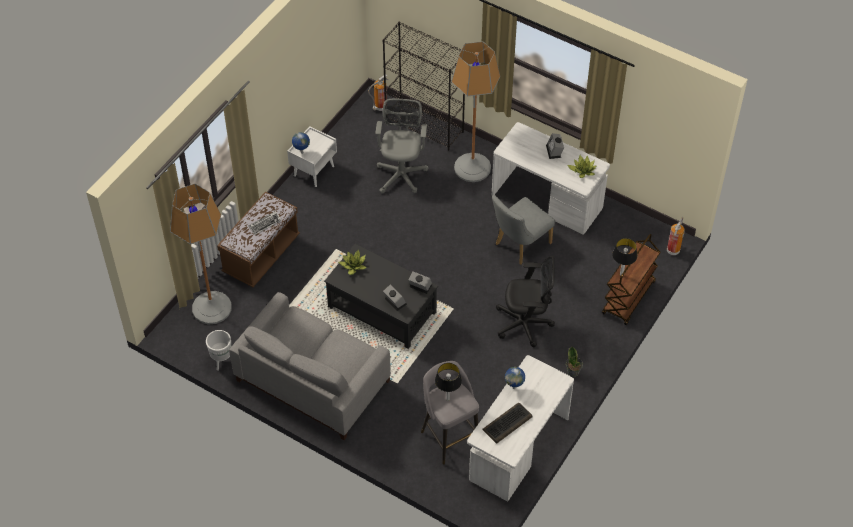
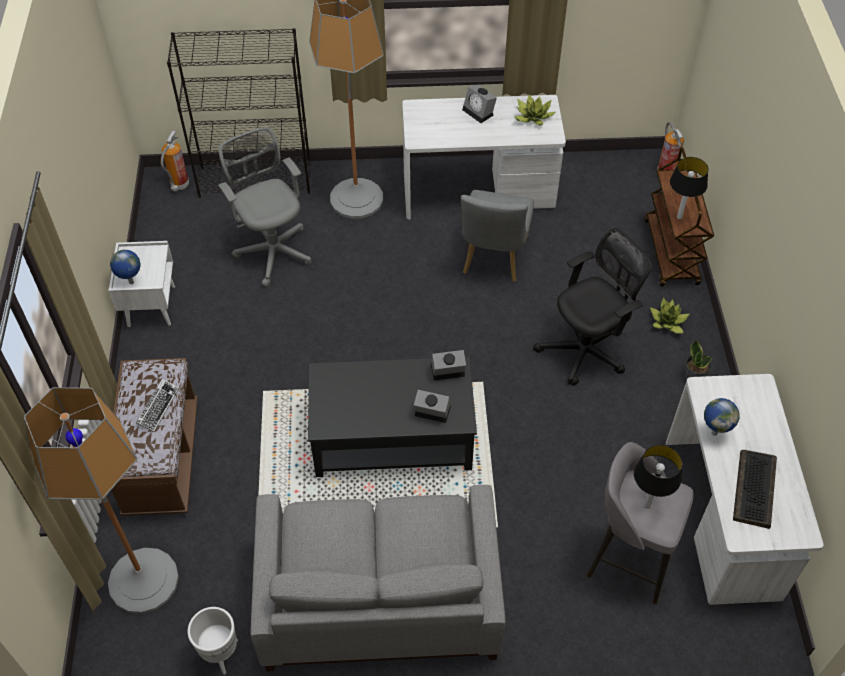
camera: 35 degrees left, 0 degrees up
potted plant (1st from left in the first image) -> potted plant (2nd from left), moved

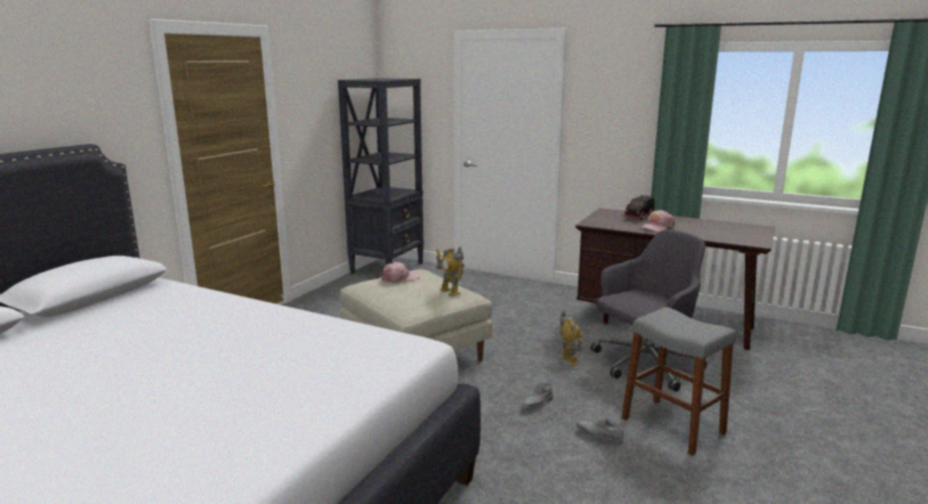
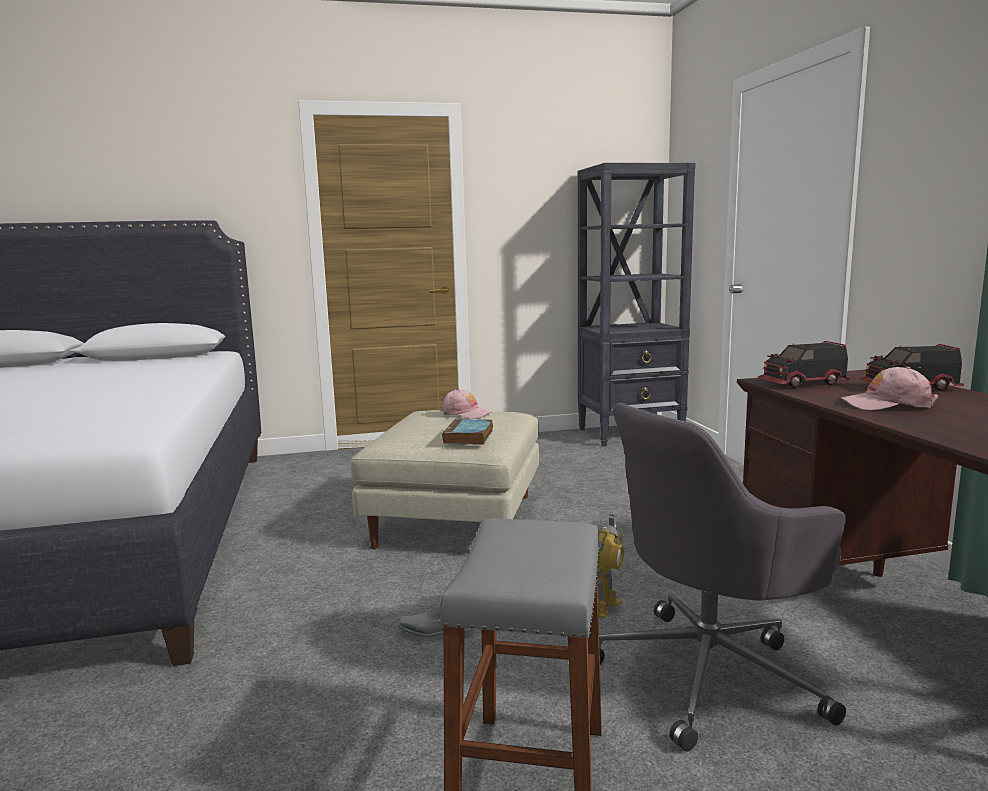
camera: 50 degrees right, 5 degrees down
grey office chair, 135 degrees clockwise
toy robot (1st from left) -> book
grey shoe (2nd from left) -> none
none -> toy truck (1st from left)

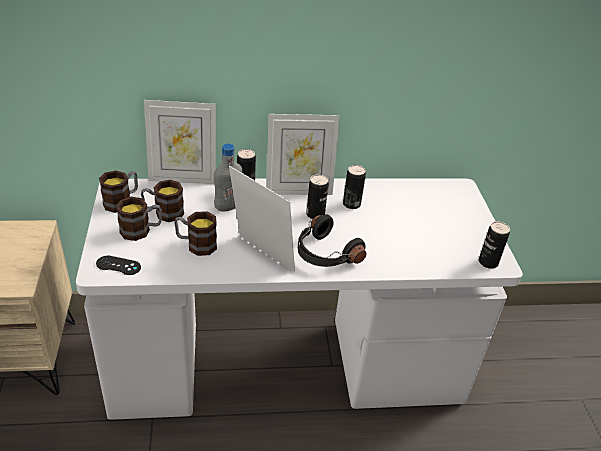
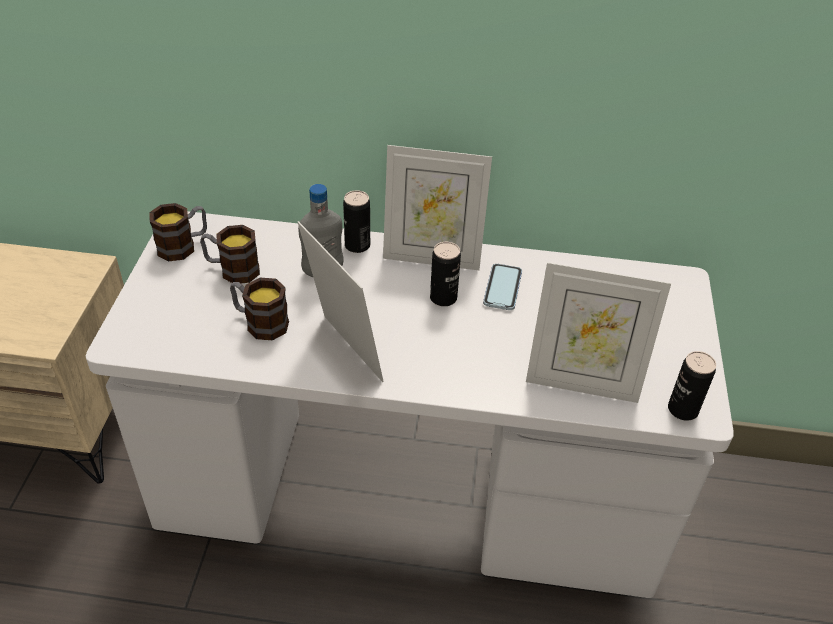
camera: 15 degrees right, 5 degrees up
picture frame (1st from left in the first image) -> picture frame (3rd from left), moved
can (3rd from left) -> phone
mug (2nd from left) -> none
black headphones -> none
black game controller -> none

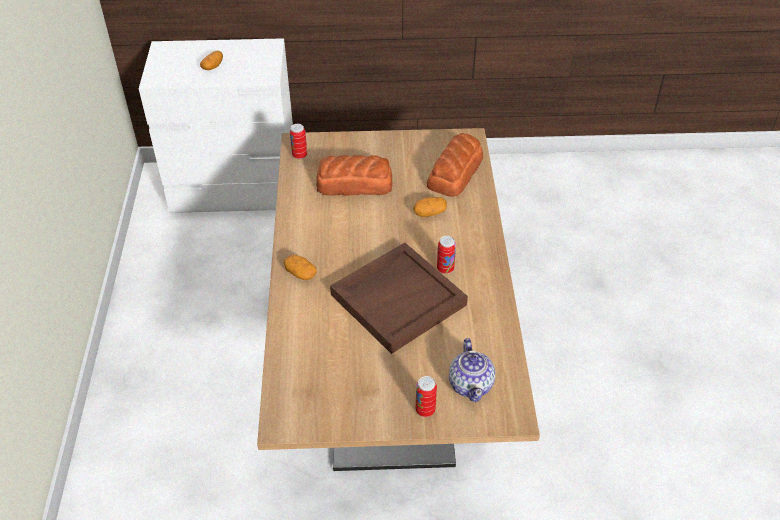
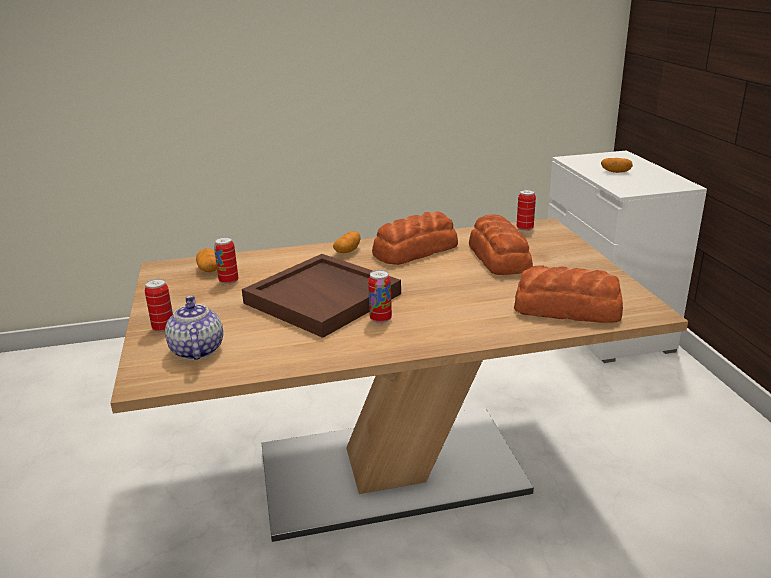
camera: 80 degrees right, 20 degrees down
potato (3rd from left in the first image) -> potato (1st from left), moved
teapot, 90 degrees clockwise
none -> bread (1st from left)
none -> can (2nd from left)

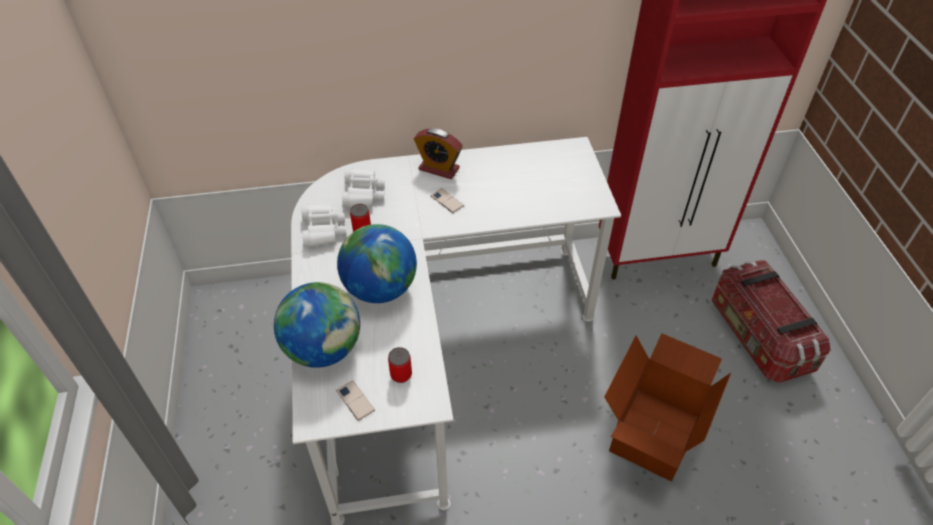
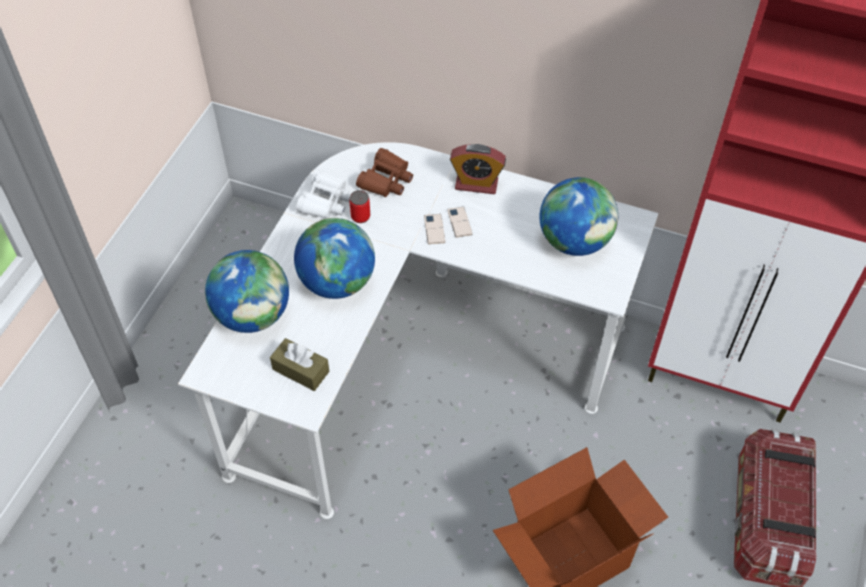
camera: 30 degrees right, 5 degrees up
alarm clock, 45 degrees counterclockwise
white binoculars (2nd from left) -> brown binoculars
can (2nd from left) -> brown tissue box
phone (1st from left), moved
none -> globe (3rd from left)

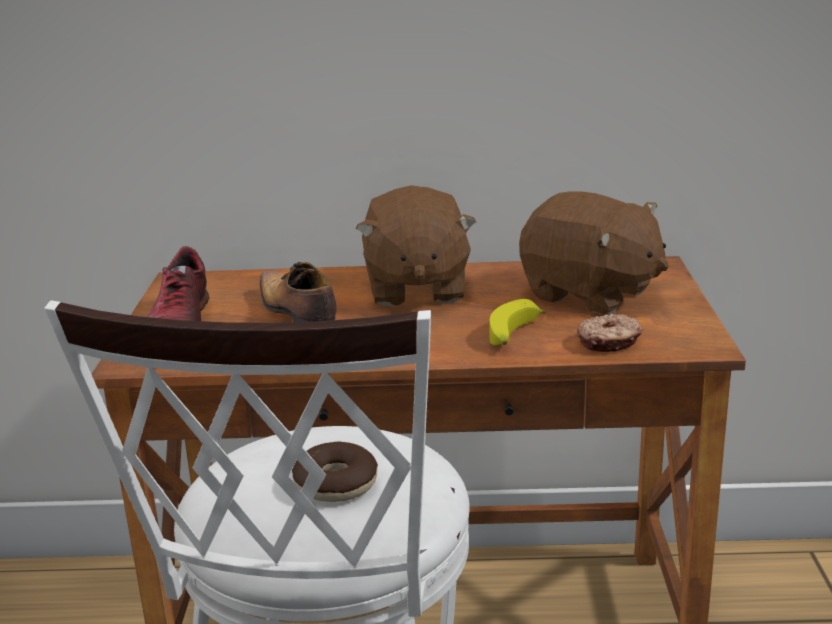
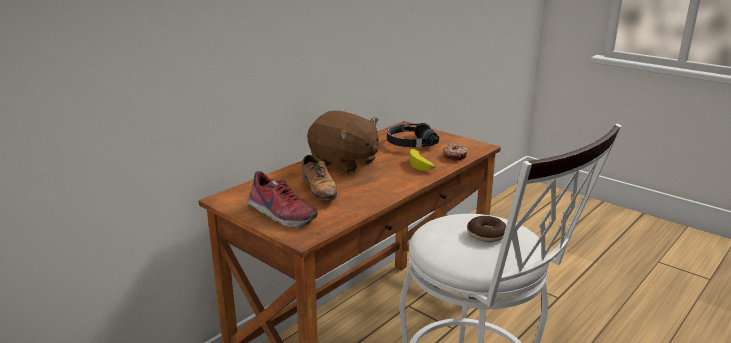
camera: 50 degrees left, 0 degrees up
brown plush toy (2nd from left) -> black headphones
shoe (2nd from left), 120 degrees counterclockwise

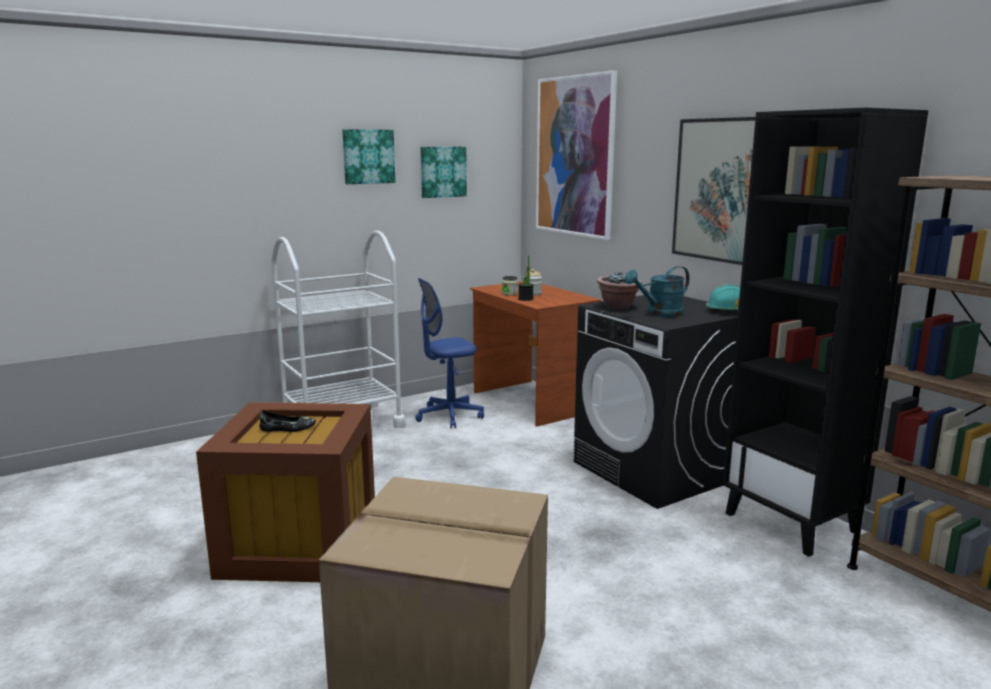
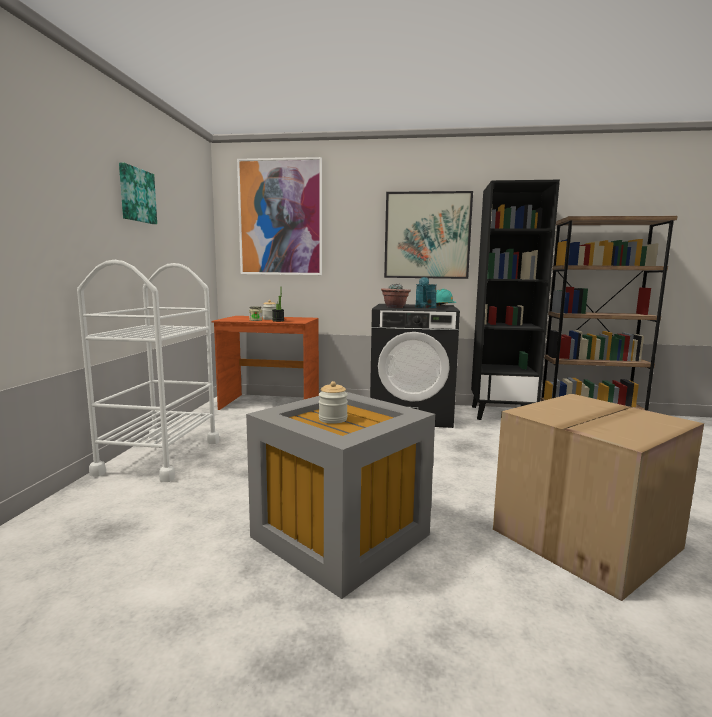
camera: 50 degrees left, 5 degrees down
picture (2nd from left) -> none
blue office chair -> none
brown storage box -> grey storage box
black shoe -> jar (3rd from left)

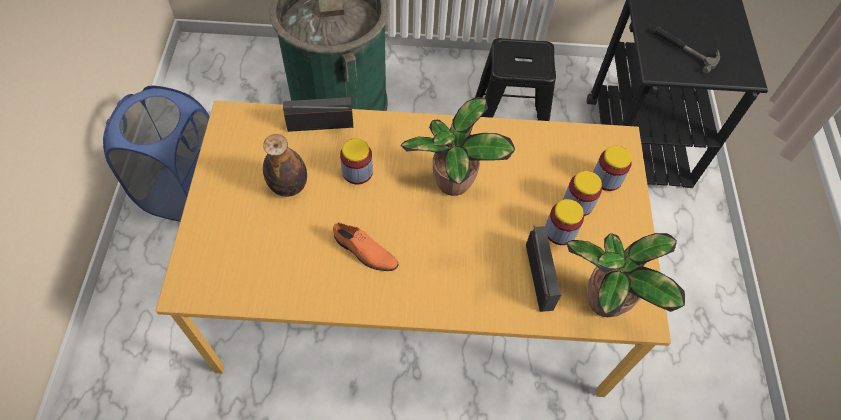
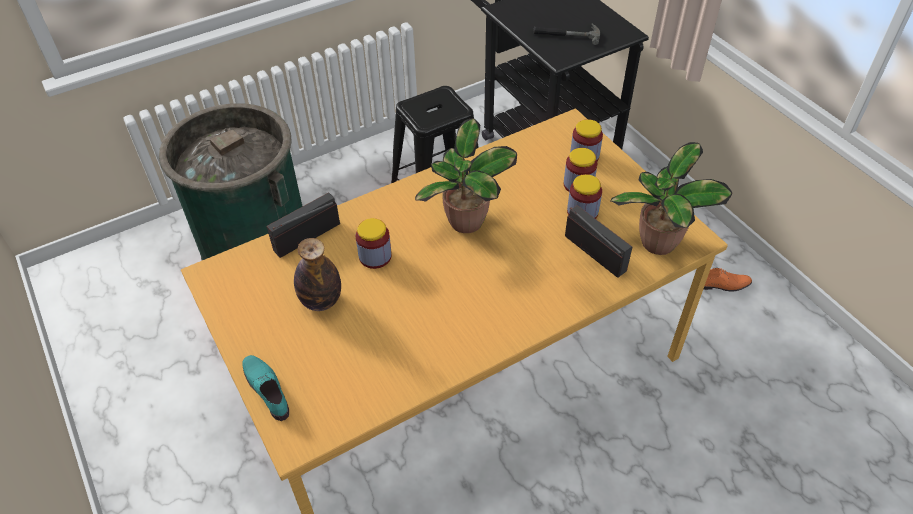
camera: 30 degrees left, 10 degrees down
blue laundry basket -> none
orange shoe, moved
none -> turquoise shoe

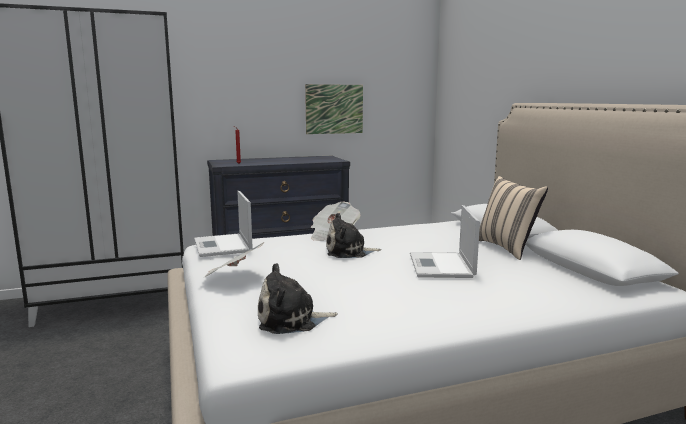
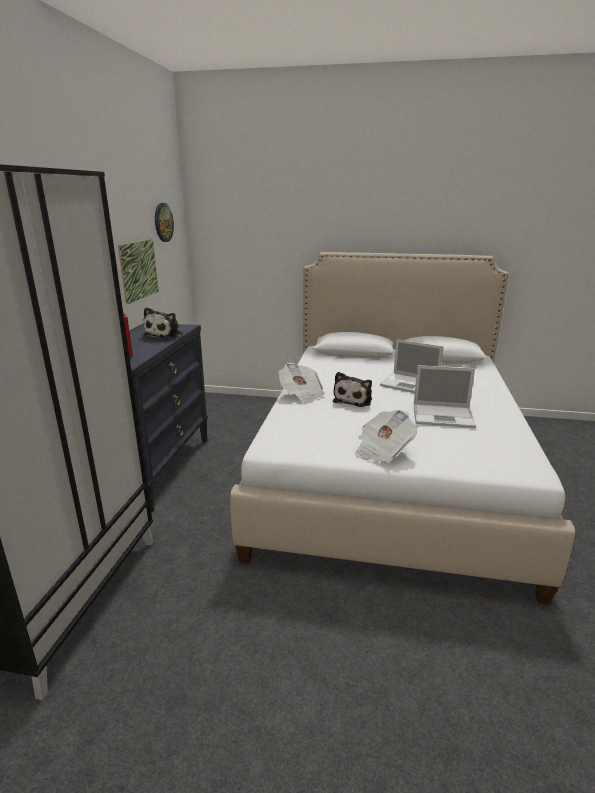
camera: 60 degrees left, 10 degrees up
beige pillow -> none
laptop (1st from left in the first image) -> laptop (2nd from left), moved
plush toy (1st from left), moved
none -> wall clock

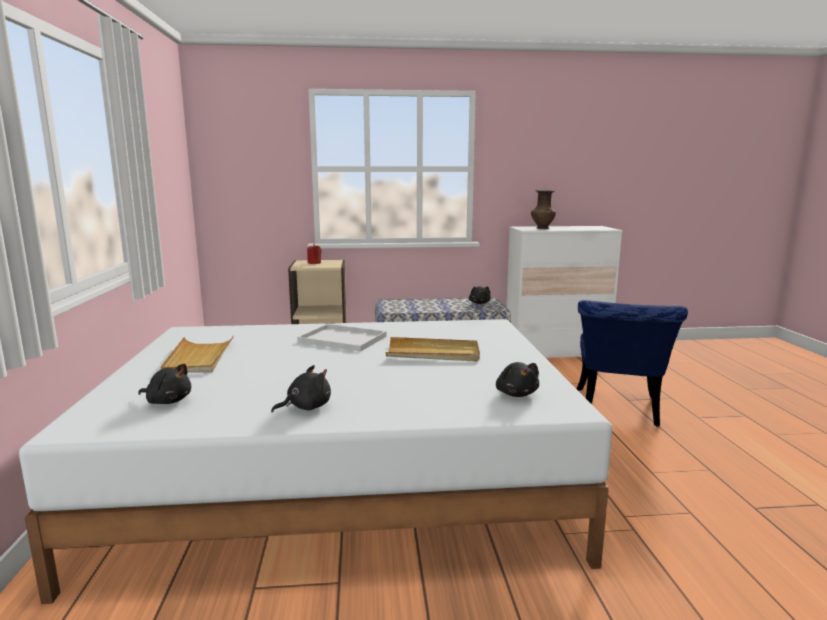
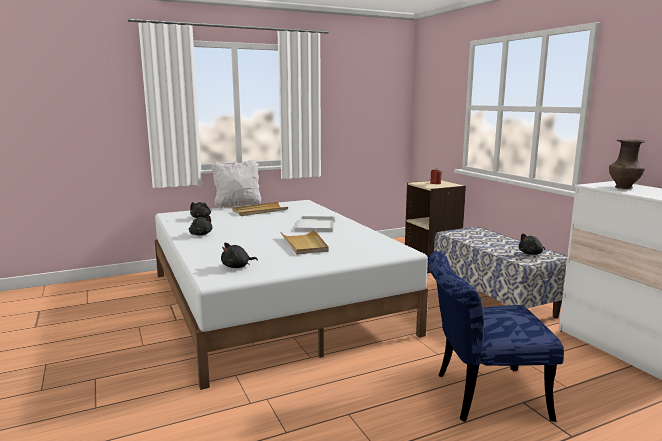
camera: 70 degrees right, 0 degrees up
none -> white pillow

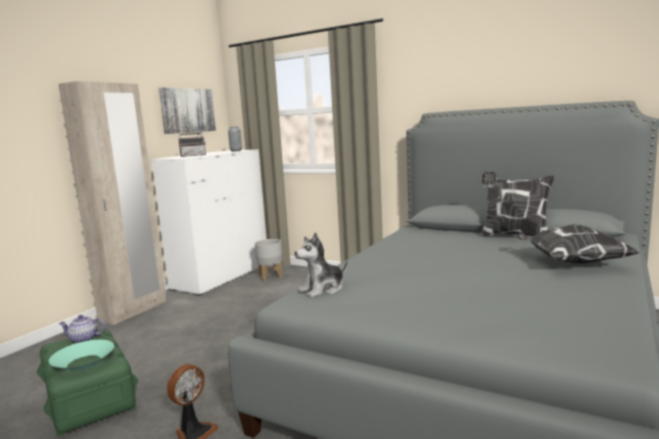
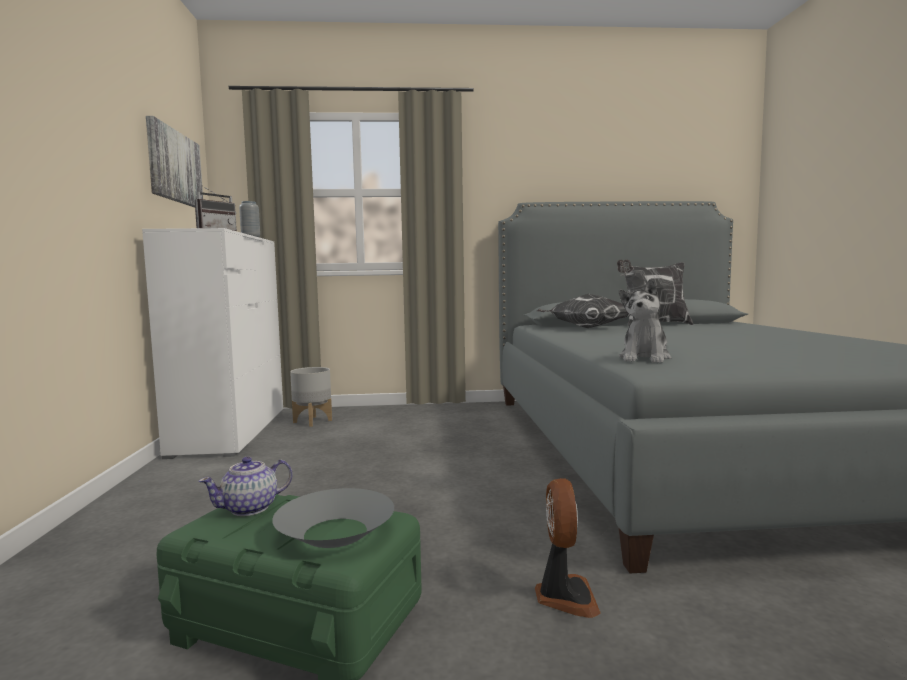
camera: 35 degrees left, 5 degrees down
beige wardrobe -> none
pillow (2nd from left in the first image) -> pillow (1st from left), moved
turquoise bowl -> grey bowl

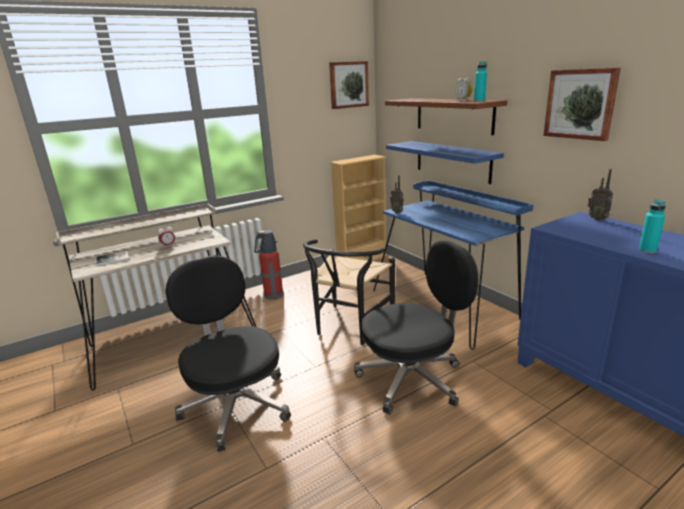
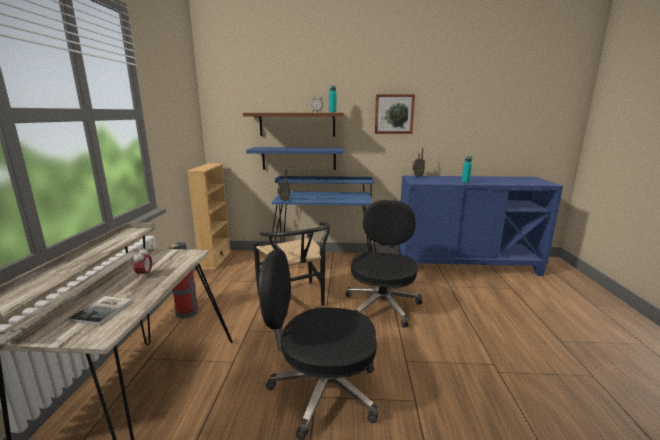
camera: 55 degrees left, 5 degrees down
picture (1st from left) -> none

